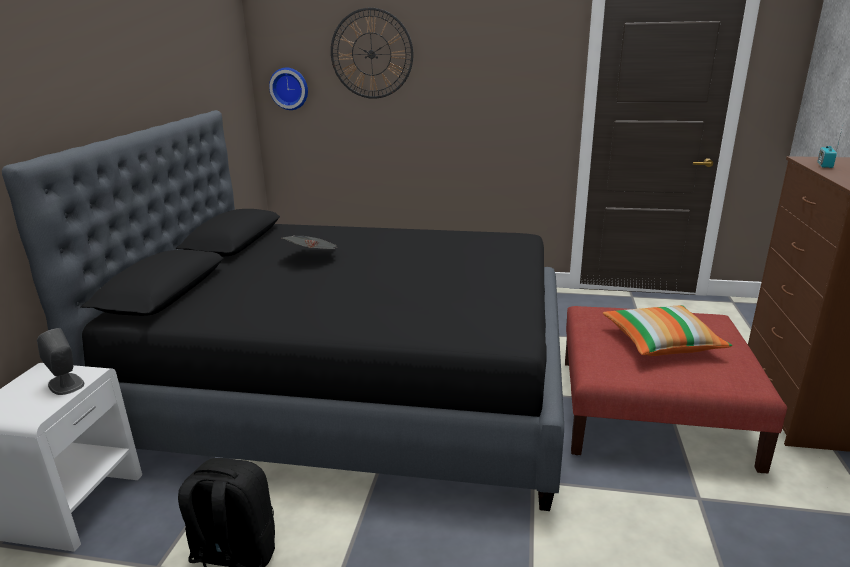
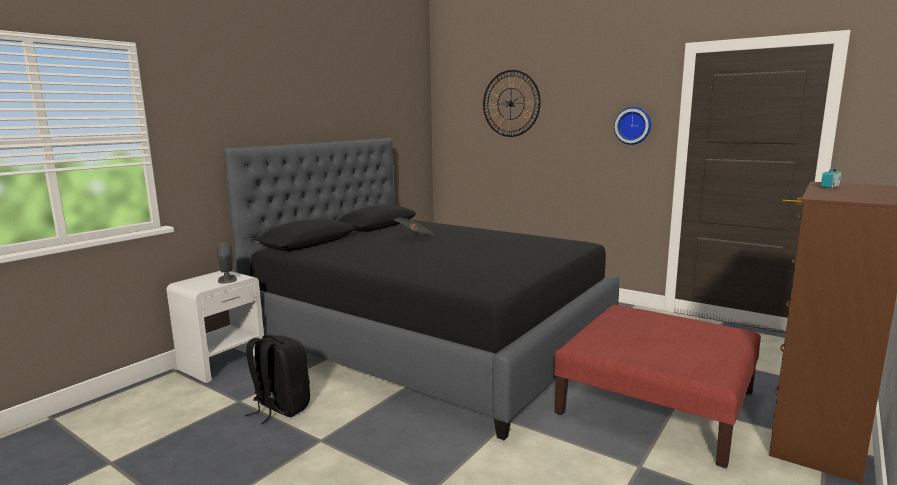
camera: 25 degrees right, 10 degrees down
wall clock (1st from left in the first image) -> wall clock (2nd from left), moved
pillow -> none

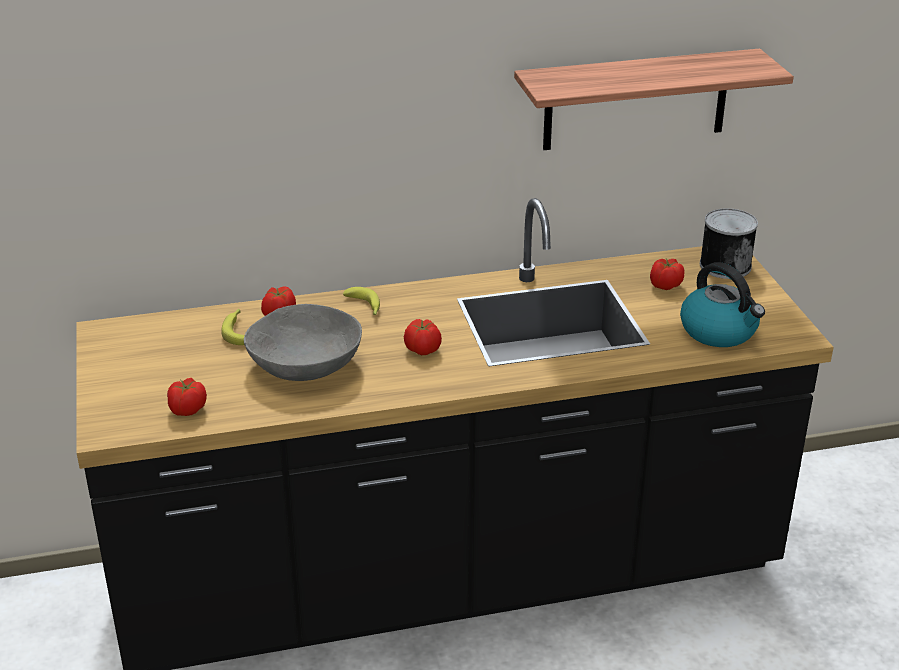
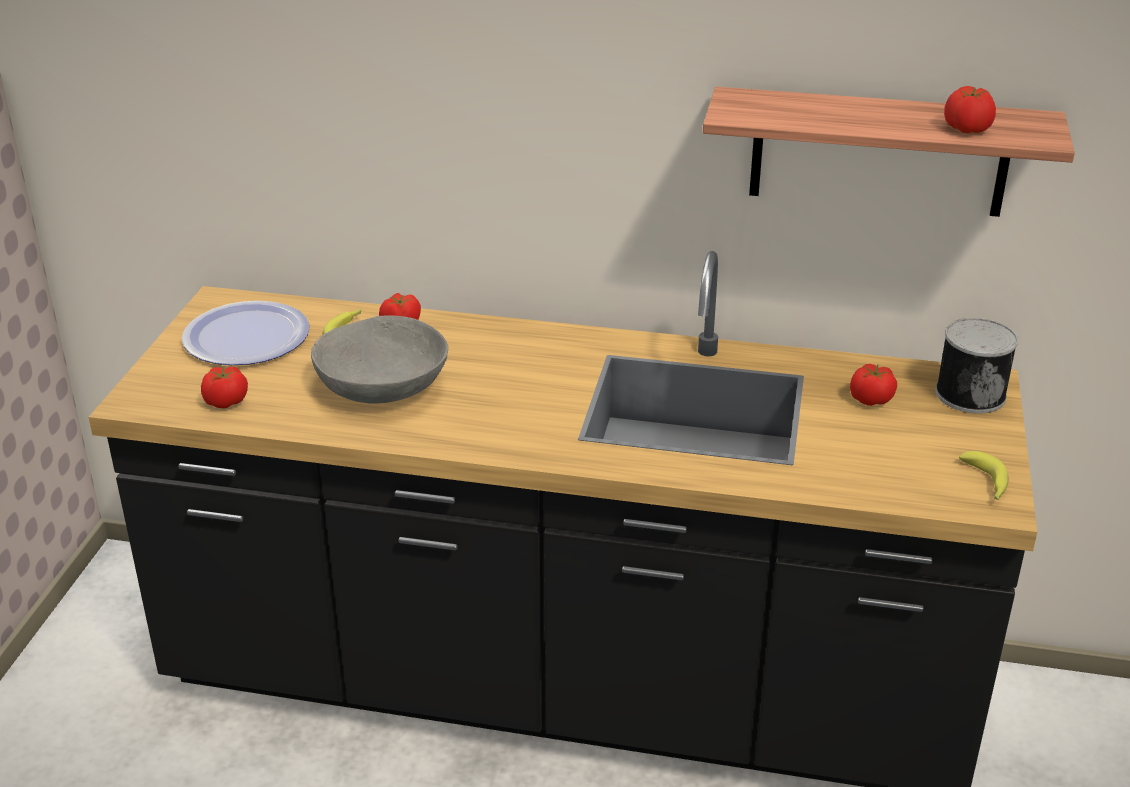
camera: 25 degrees right, 0 degrees up
kettle -> none
banana (2nd from left), moved
tomato (3rd from left in the first image) -> tomato (4th from left), moved
none -> plate

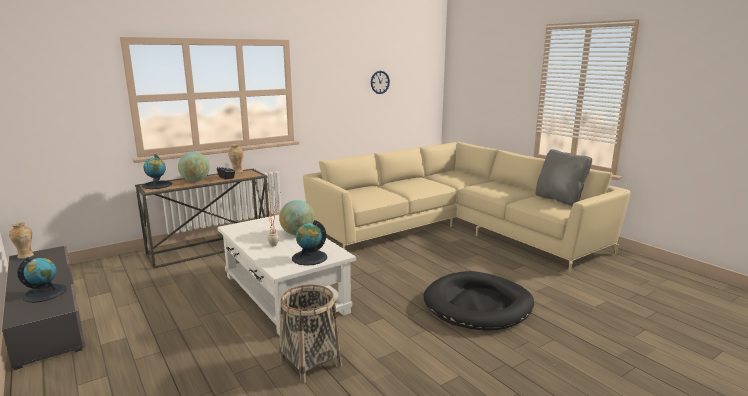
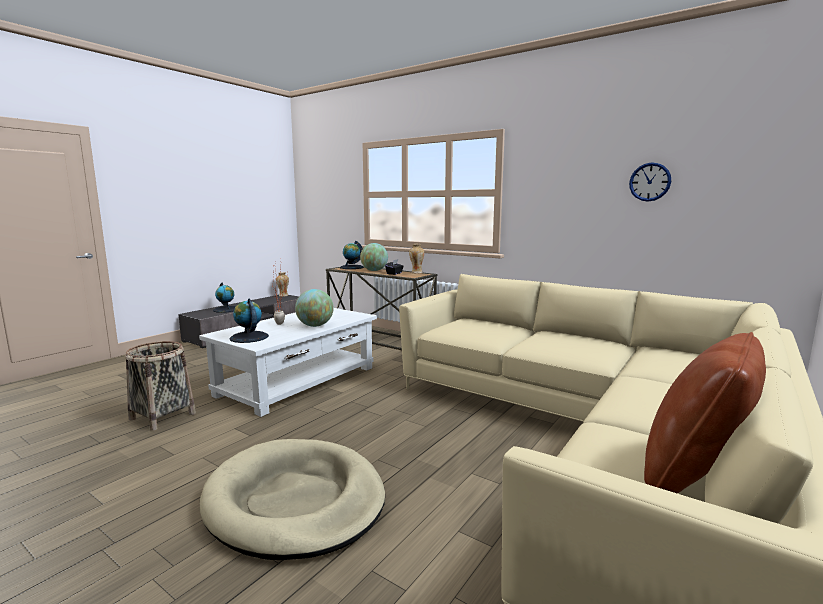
camera: 70 degrees right, 5 degrees down
grey pillow -> brown pillow
black dog bed -> beige dog bed

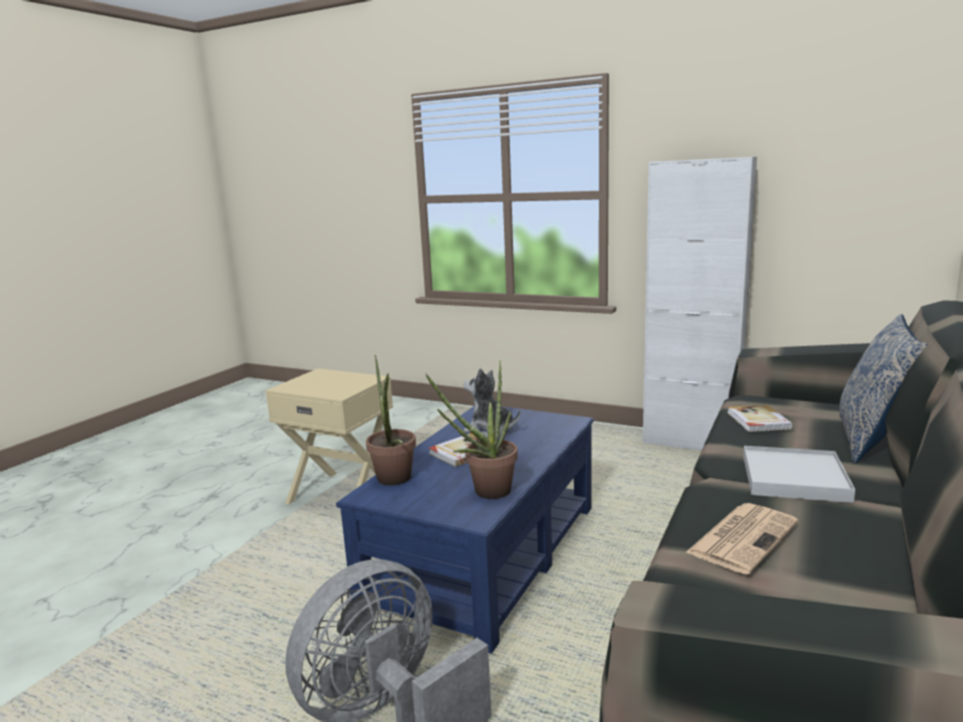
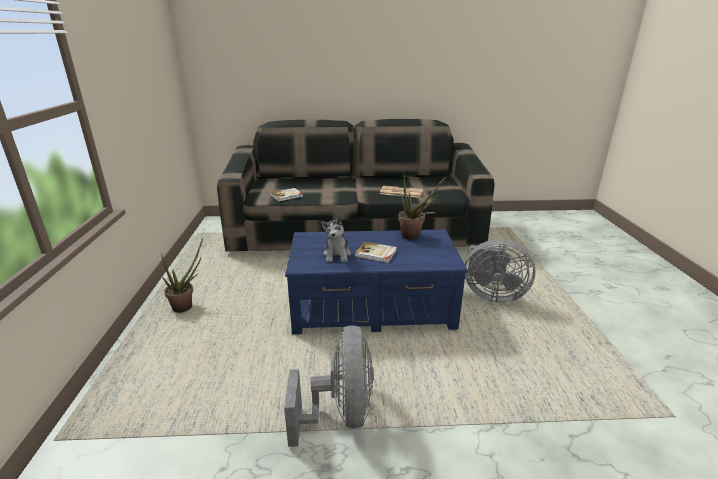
camera: 120 degrees left, 10 degrees up
white cabinet -> none
pillow -> none
potted plant (1st from left), moved
beige side table -> grey fan (1st from left)
white tray -> none

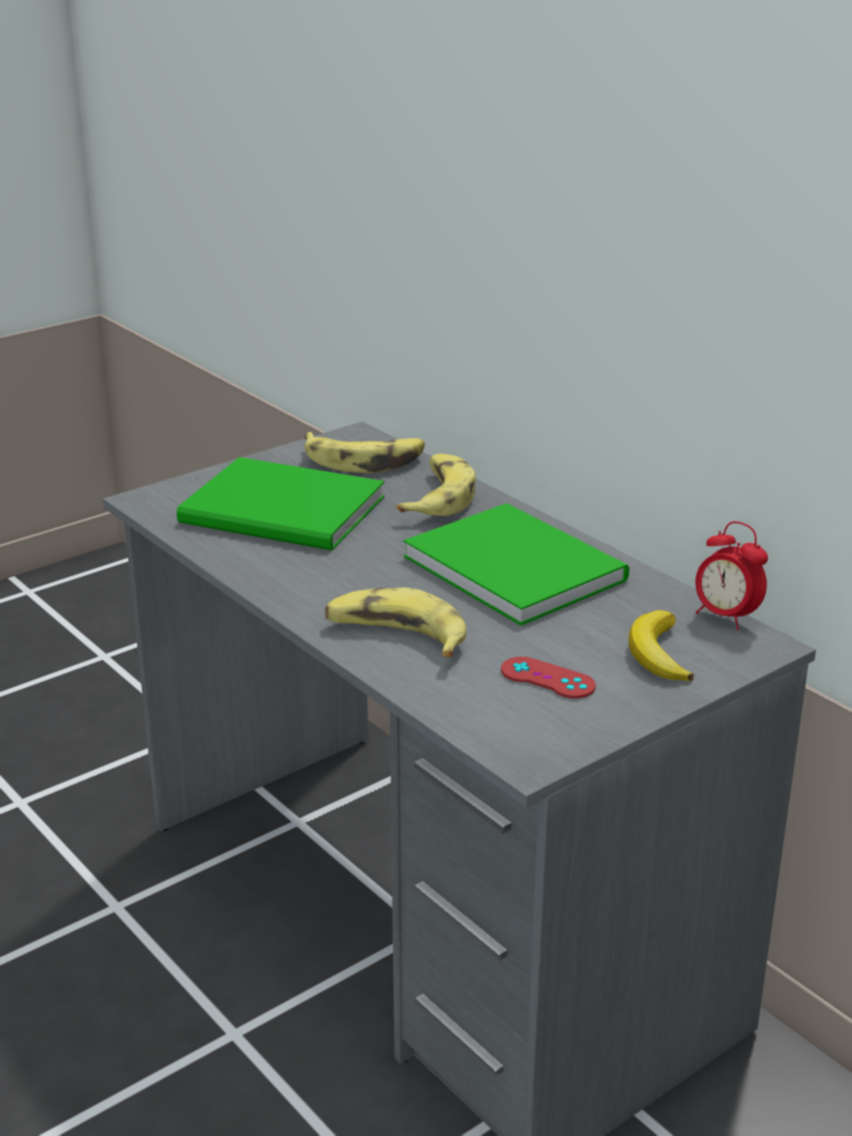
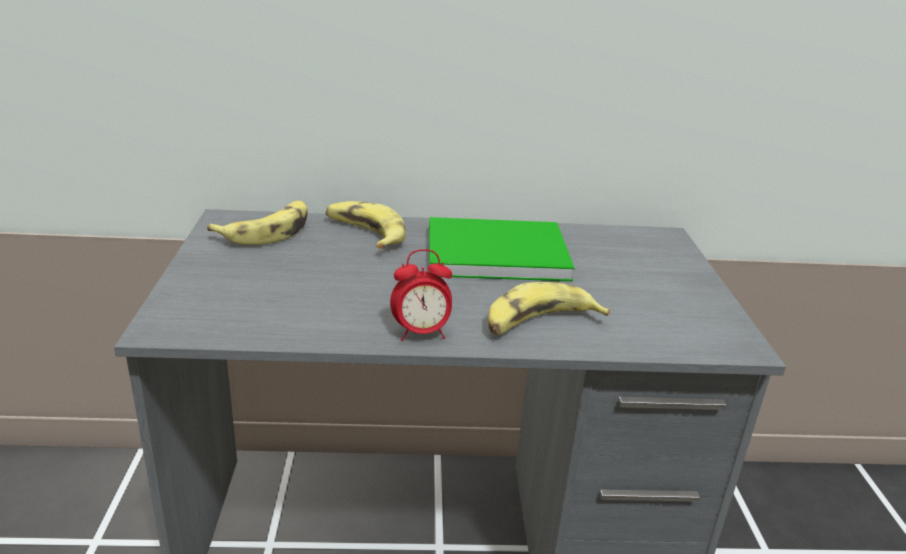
camera: 55 degrees left, 0 degrees up
green book (1st from left) -> none
alarm clock, moved
banana (4th from left) -> none
red game controller -> none

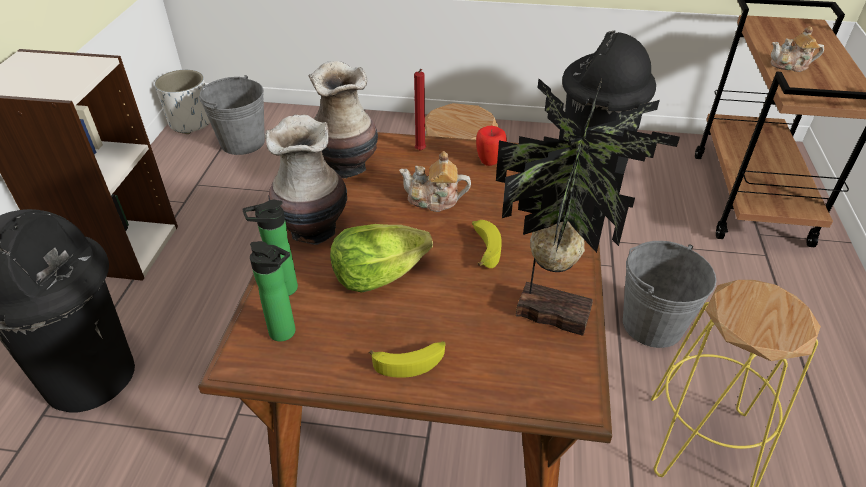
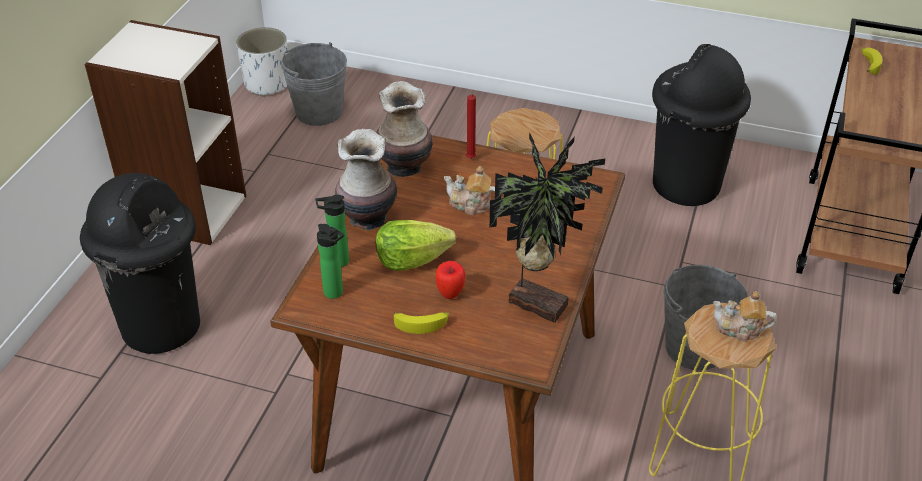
camera: 10 degrees right, 0 degrees up
teapot (2nd from left), moved
apple, moved
banana (2nd from left), moved

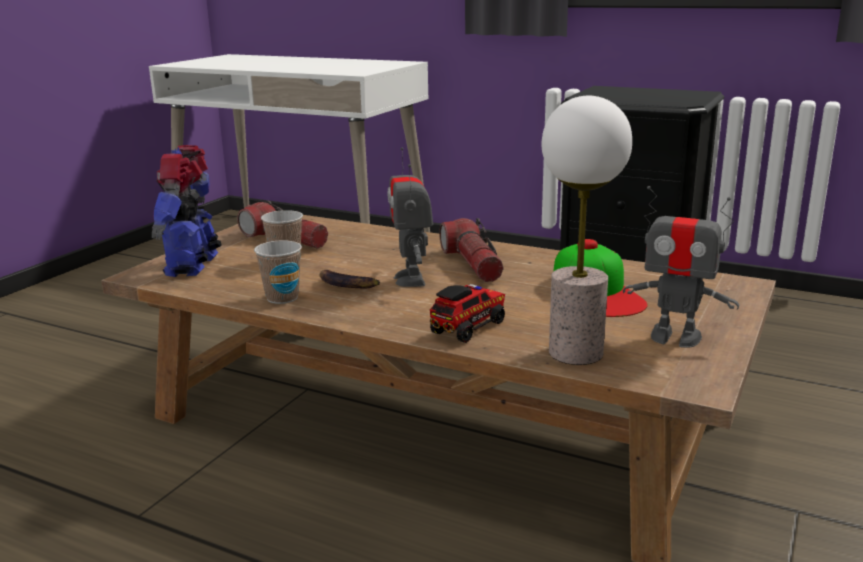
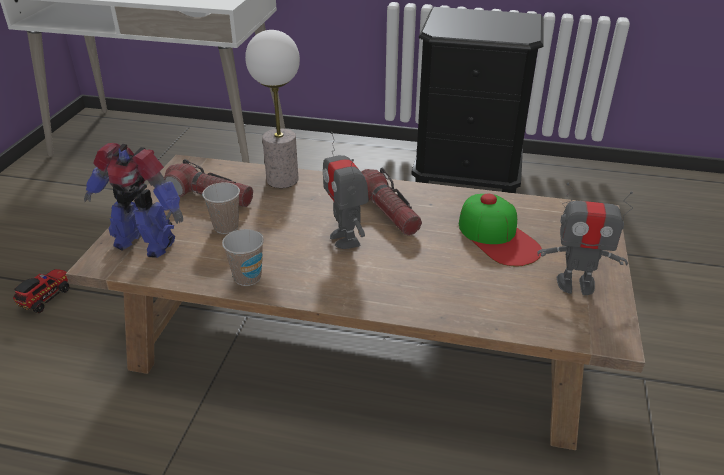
camera: 15 degrees left, 15 degrees up
table lamp, moved
toy robot (1st from left), 60 degrees counterclockwise
banana -> none
toy truck, moved

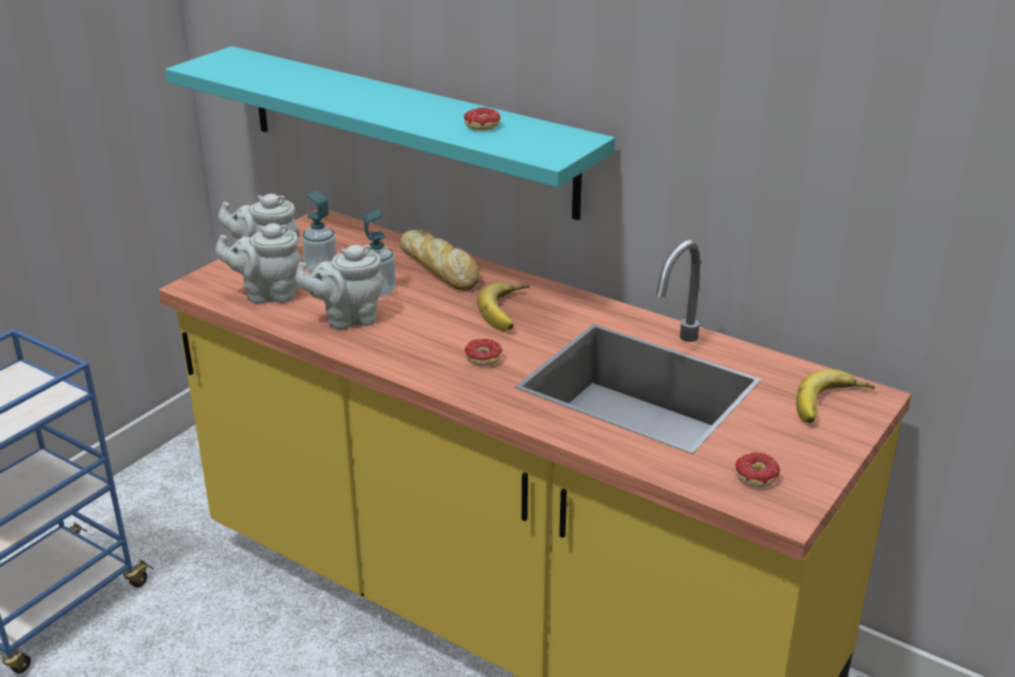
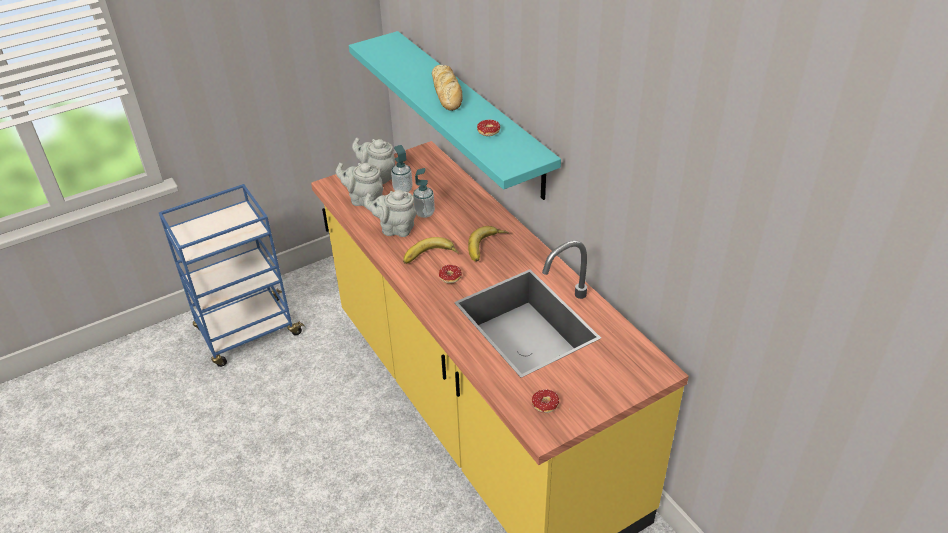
camera: 25 degrees right, 10 degrees up
bread, moved
banana (2nd from left in the first image) -> banana (1st from left), moved

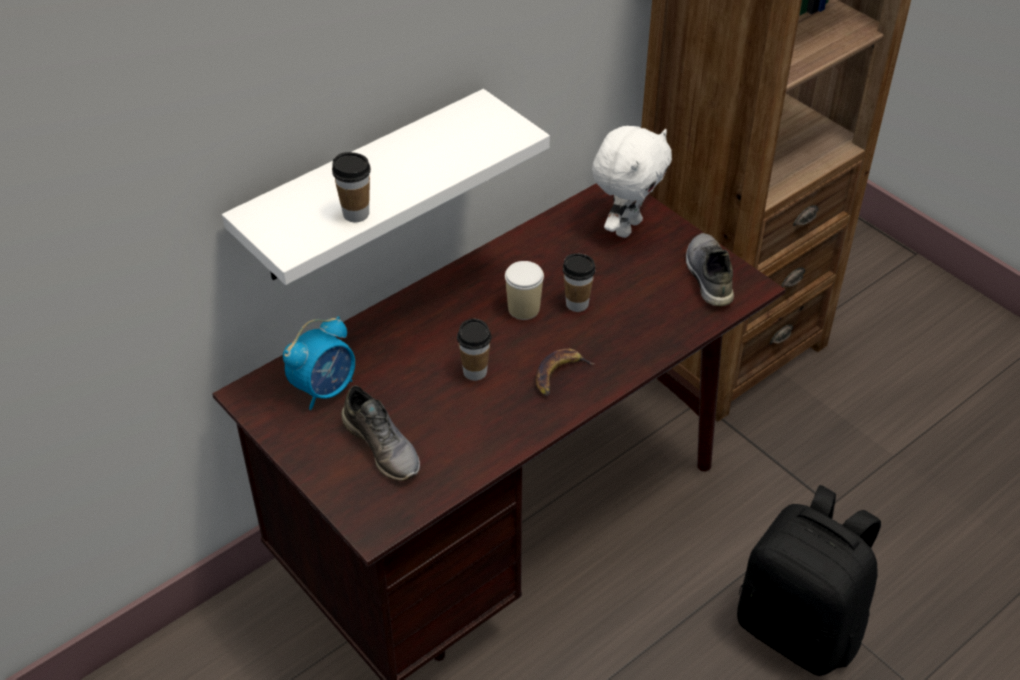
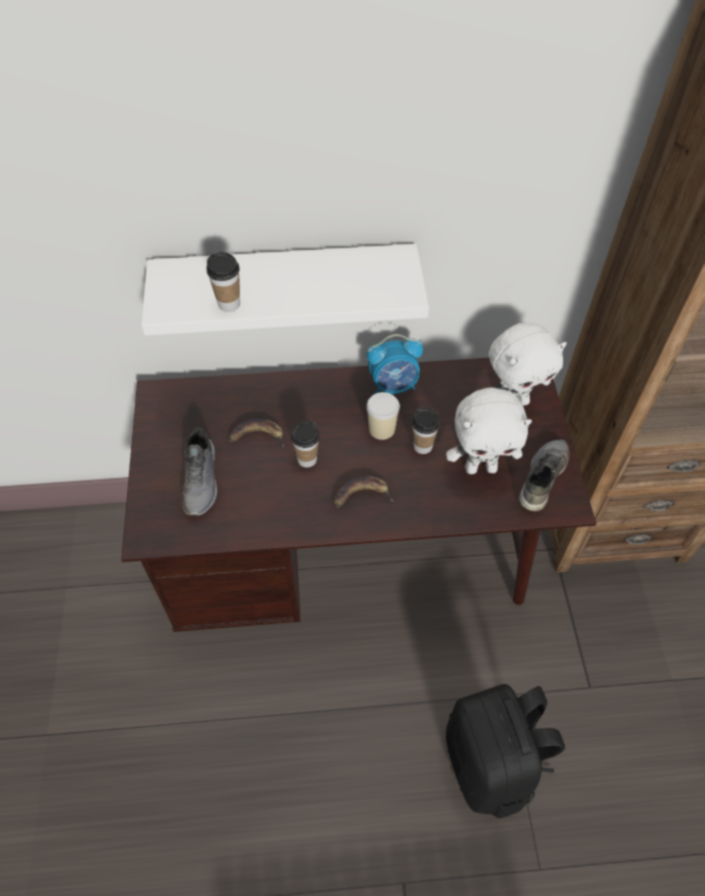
camera: 35 degrees right, 10 degrees up
alarm clock, moved
none -> white plush toy (1st from left)
none -> banana (1st from left)

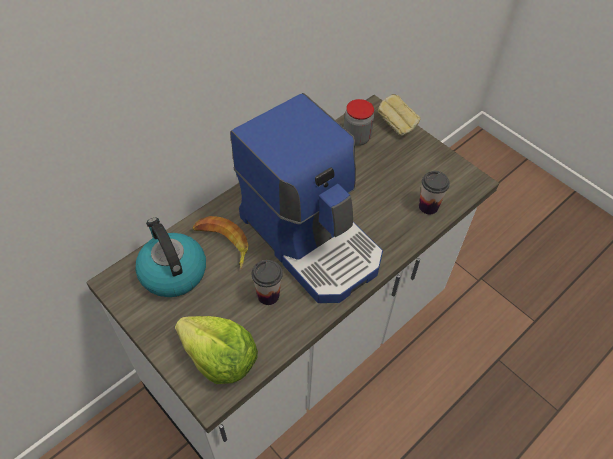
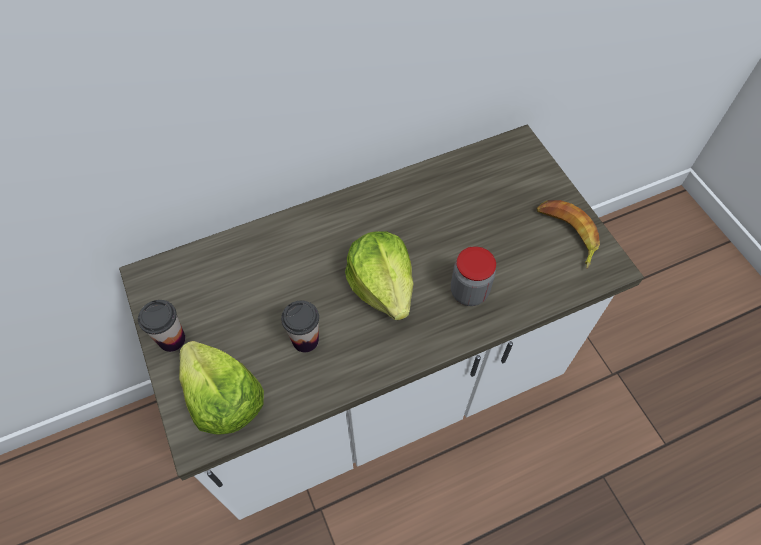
camera: 20 degrees right, 5 degrees up
coffee machine -> lettuce (2nd from left)
bread -> none
jar, moved
cup (2nd from left in the first image) -> cup (1st from left), moved
banana, moved
kettle -> none

